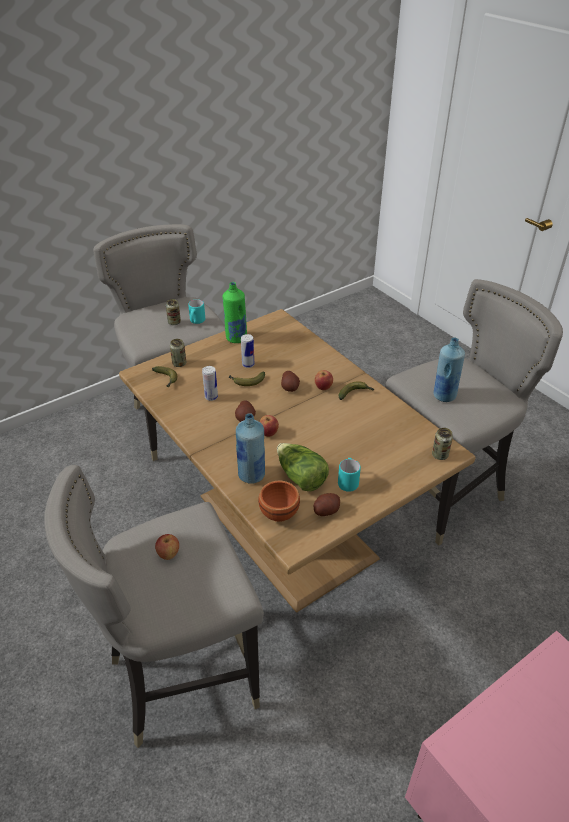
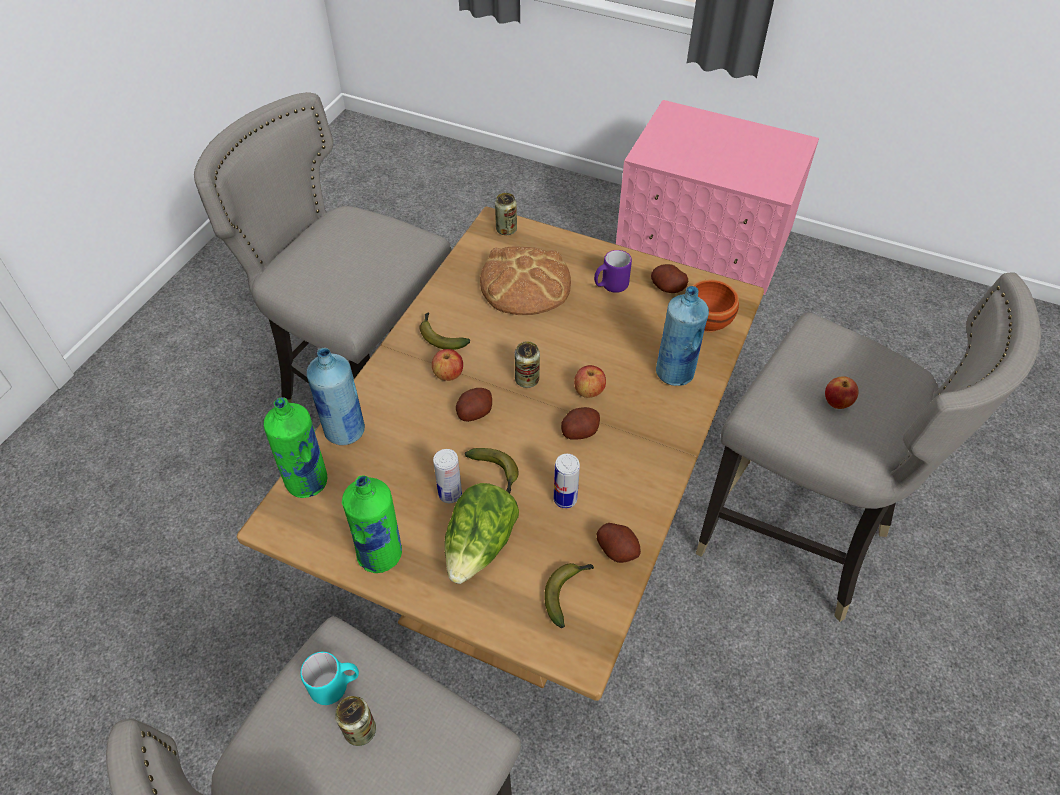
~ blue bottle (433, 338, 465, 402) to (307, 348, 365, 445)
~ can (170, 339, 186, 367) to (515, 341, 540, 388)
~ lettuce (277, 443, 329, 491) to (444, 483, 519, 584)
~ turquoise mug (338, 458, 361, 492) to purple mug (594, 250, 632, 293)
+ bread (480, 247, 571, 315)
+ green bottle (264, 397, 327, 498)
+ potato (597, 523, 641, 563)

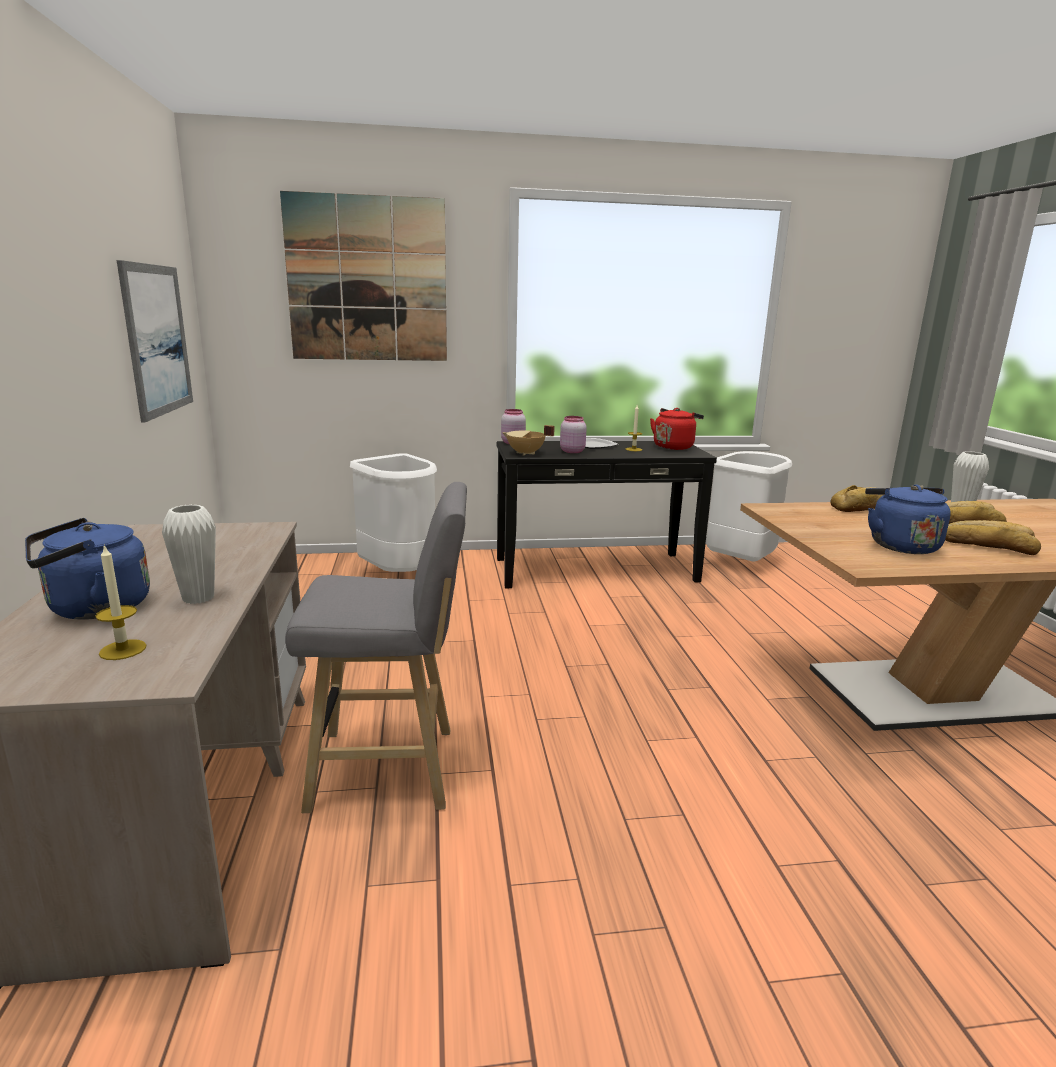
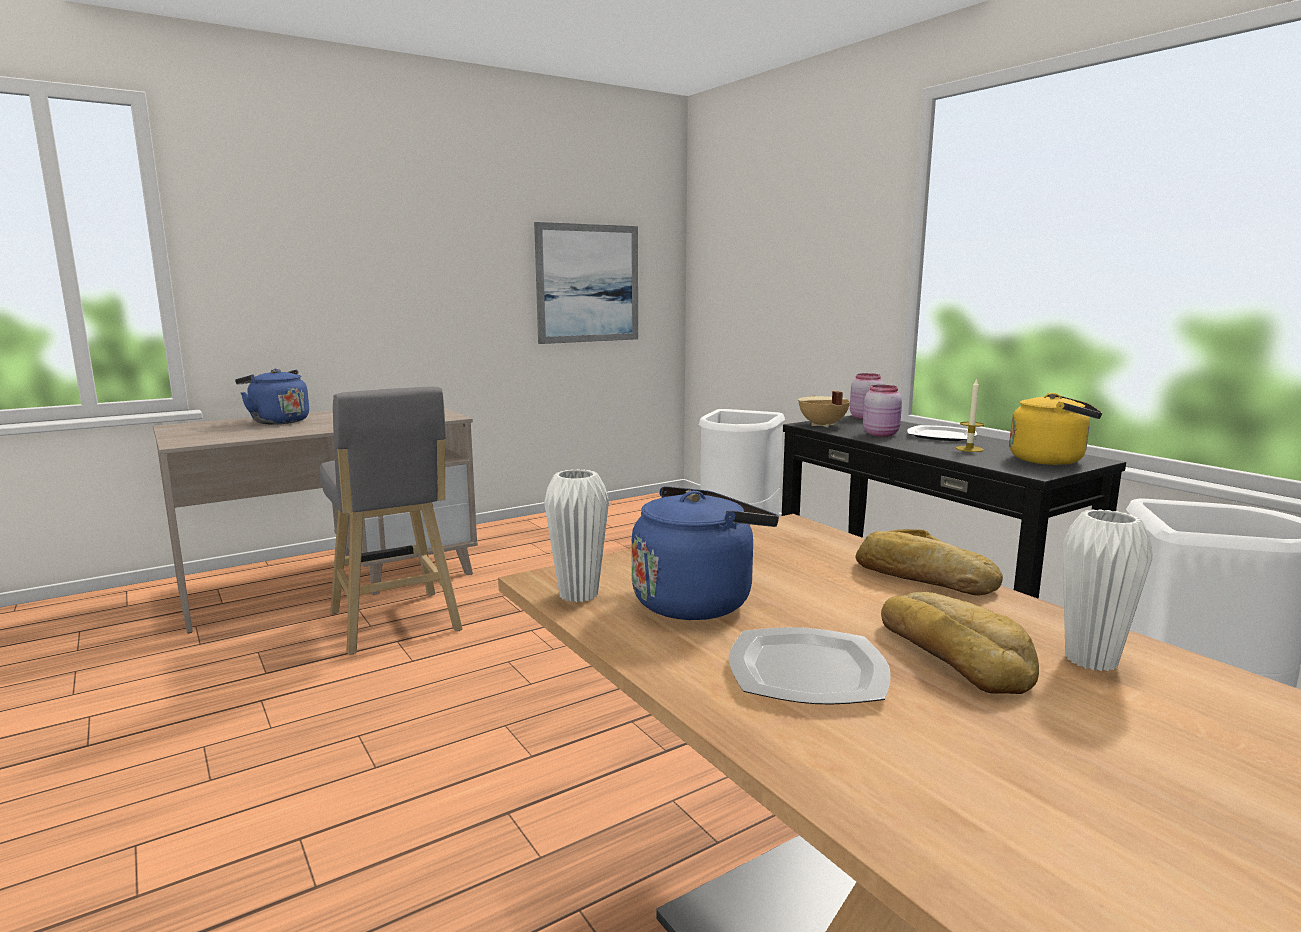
- picture (280, 191, 447, 361)
~ red kettle (650, 408, 704, 450) to yellow kettle (1009, 393, 1102, 465)
~ white vase (162, 505, 216, 604) to (544, 469, 609, 602)
~ bread (945, 520, 1041, 555) to plate (728, 627, 891, 705)
- candle (95, 544, 147, 660)

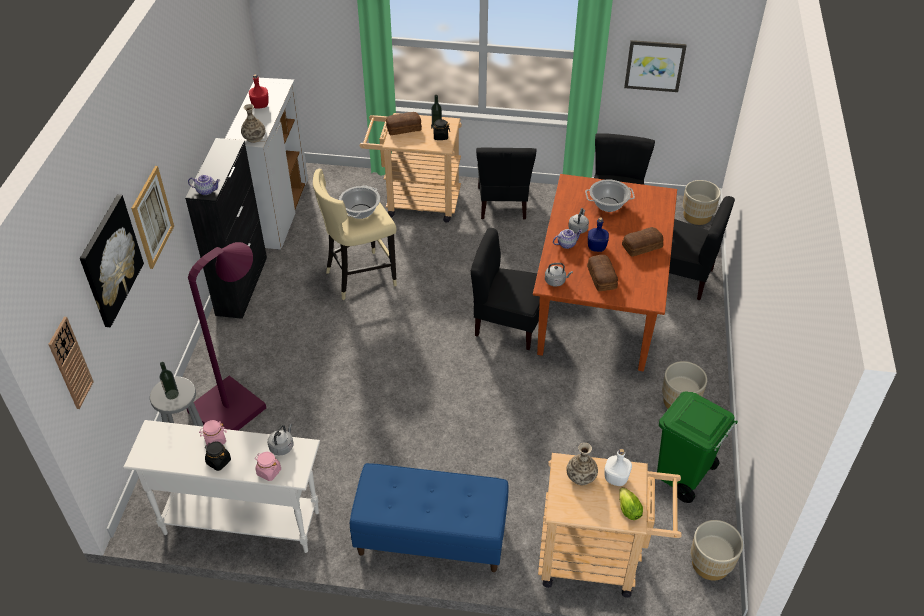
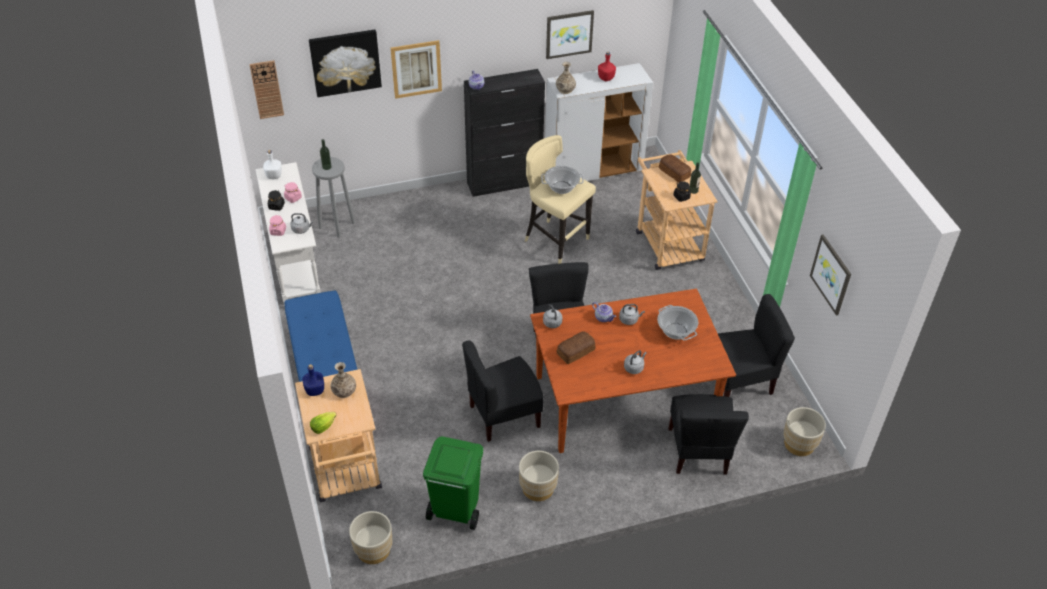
~ black chair (476, 148, 536, 220) to (462, 340, 544, 442)
~ blue bottle (588, 217, 609, 252) to (302, 364, 324, 396)
~ bread (622, 227, 663, 257) to grey kettle (624, 350, 647, 374)
- purple floor lamp (187, 242, 266, 431)
~ white bottle (604, 448, 632, 486) to (263, 150, 282, 179)
+ picture (546, 10, 594, 59)

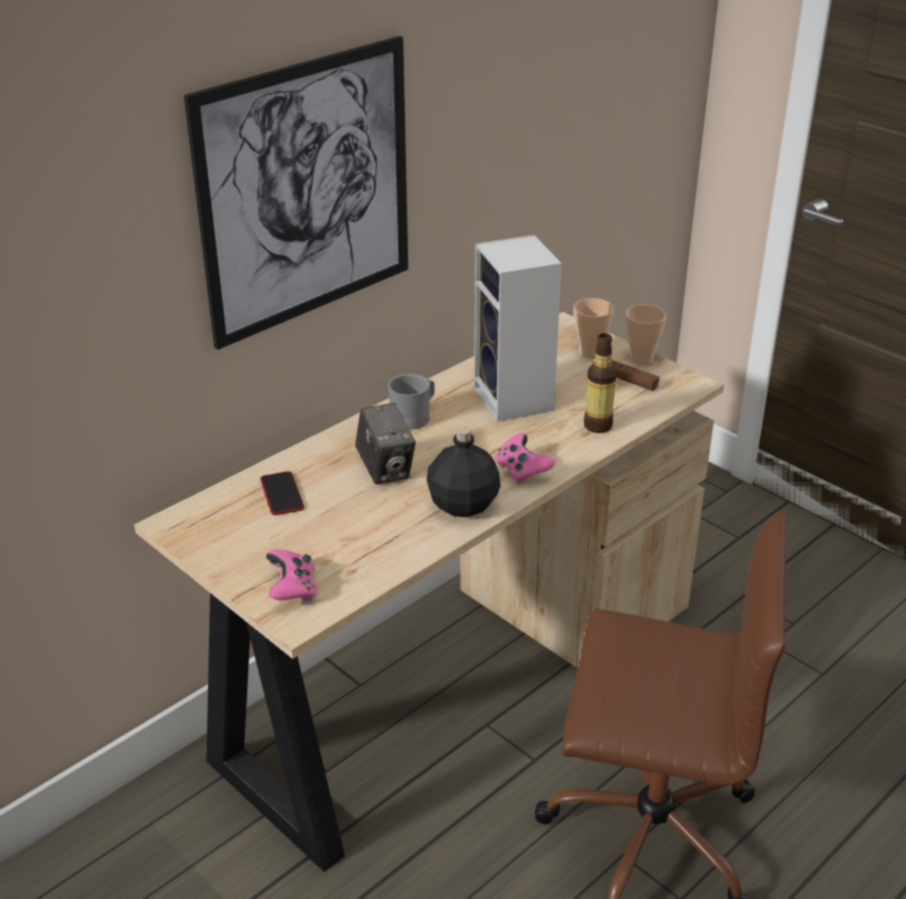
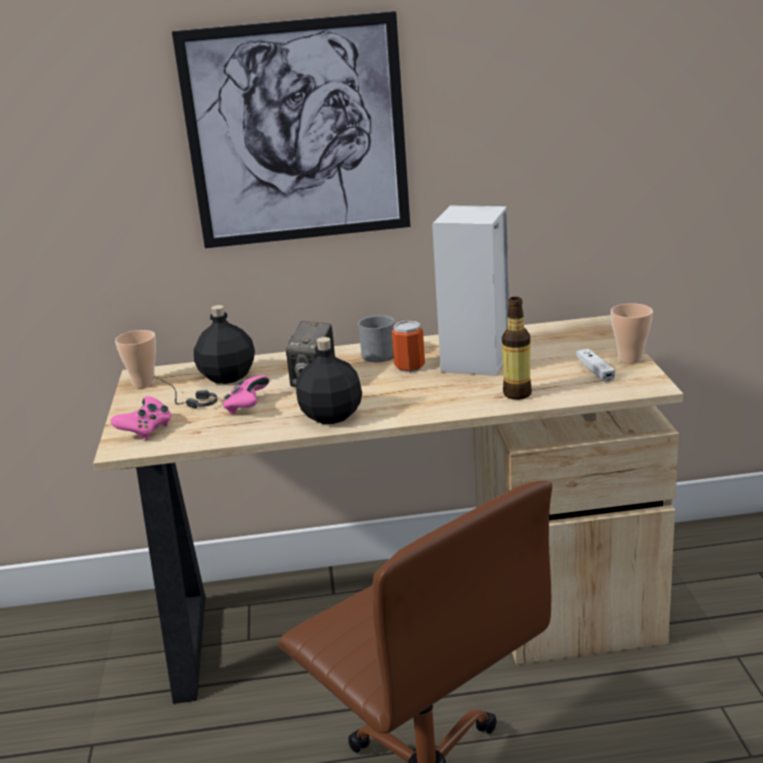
~ cup (573, 298, 614, 358) to (115, 330, 156, 388)
~ brown game controller (611, 360, 660, 390) to white game controller (576, 349, 615, 382)
~ pink game controller (495, 433, 555, 484) to (223, 375, 270, 414)
~ phone (260, 471, 304, 515) to black bottle (194, 305, 255, 384)
+ can (392, 320, 425, 373)
+ headphones (154, 376, 218, 409)

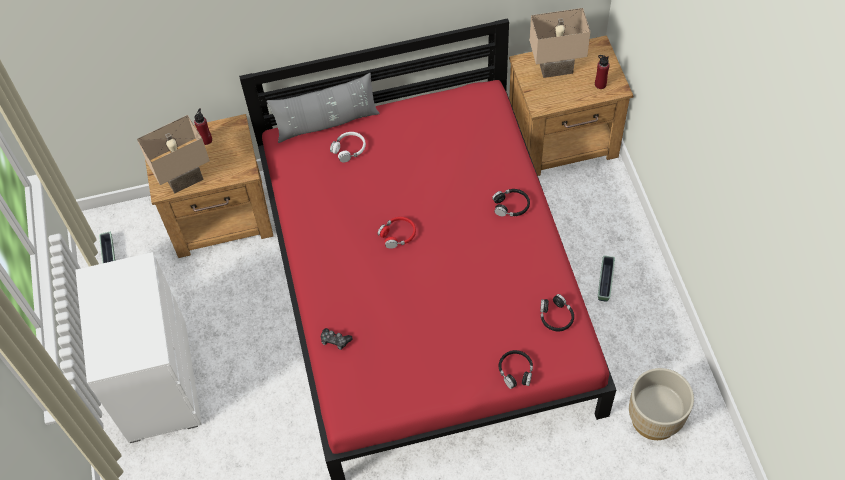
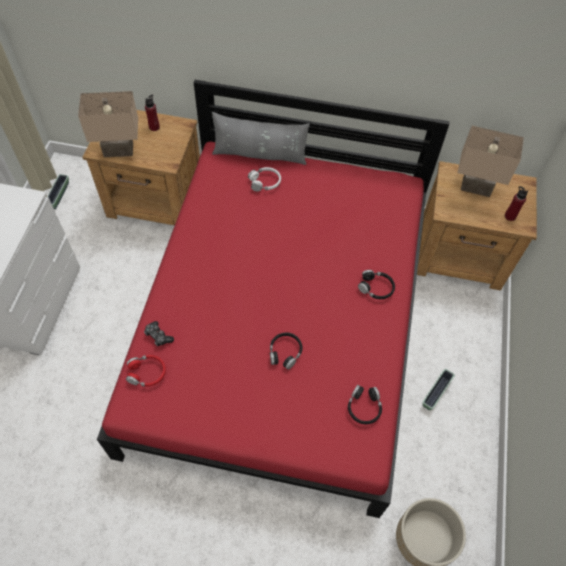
~ red headphones (378, 217, 416, 249) to (126, 355, 166, 387)
~ black headphones (499, 350, 533, 389) to (270, 332, 303, 370)

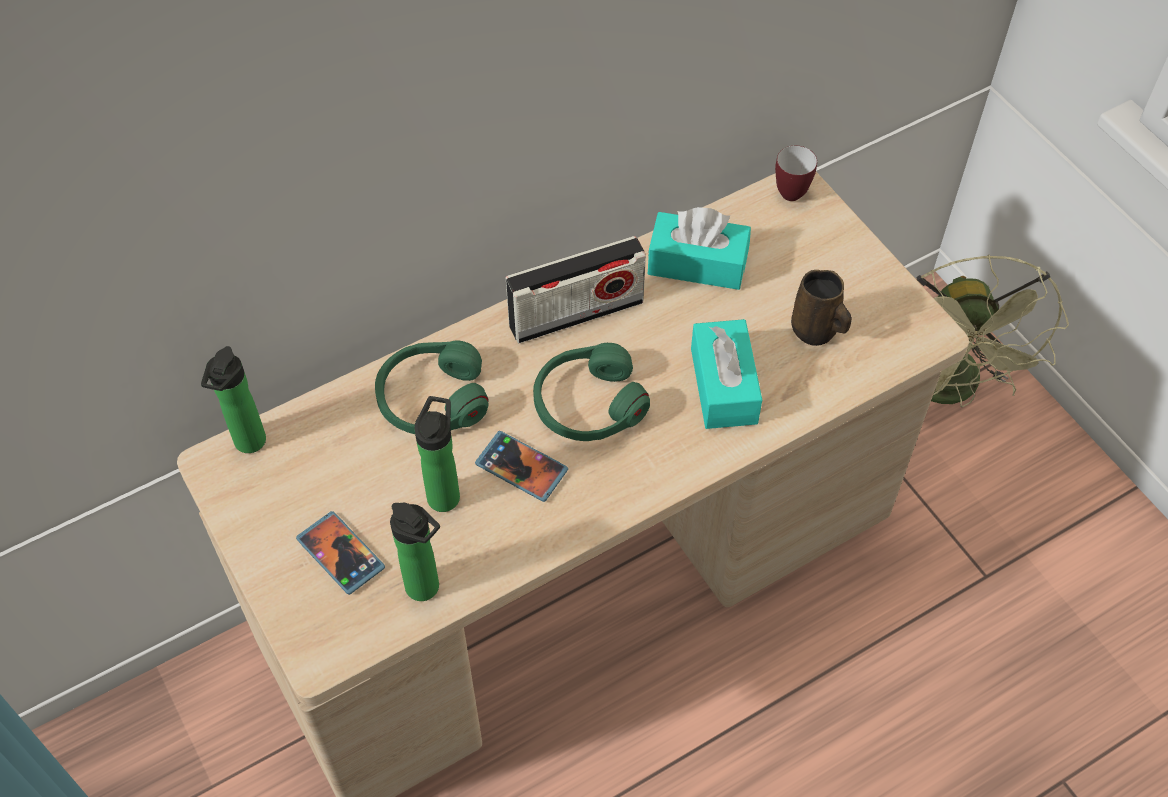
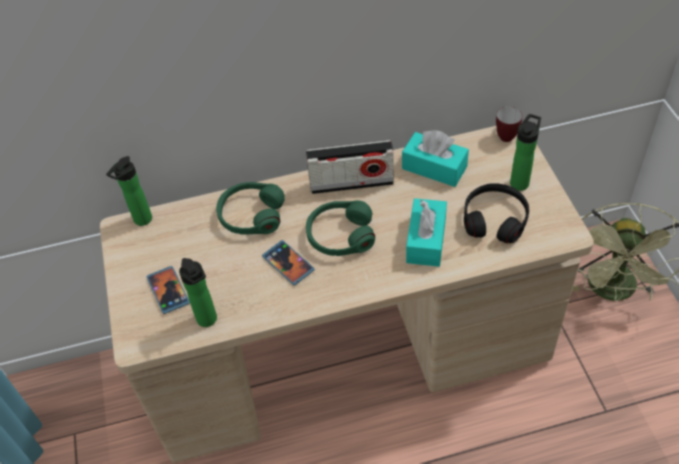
~ brown mug (791, 270, 852, 346) to black headphones (464, 183, 529, 243)
~ bottle (414, 396, 460, 512) to (510, 114, 541, 191)

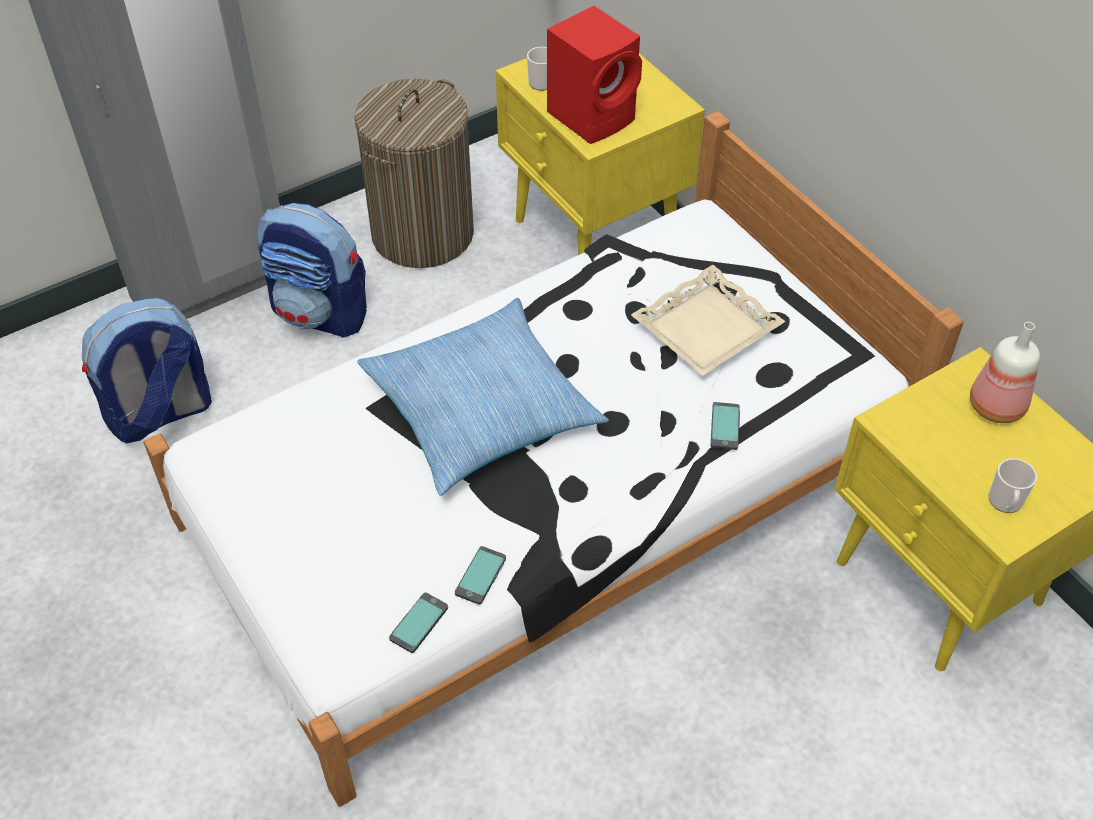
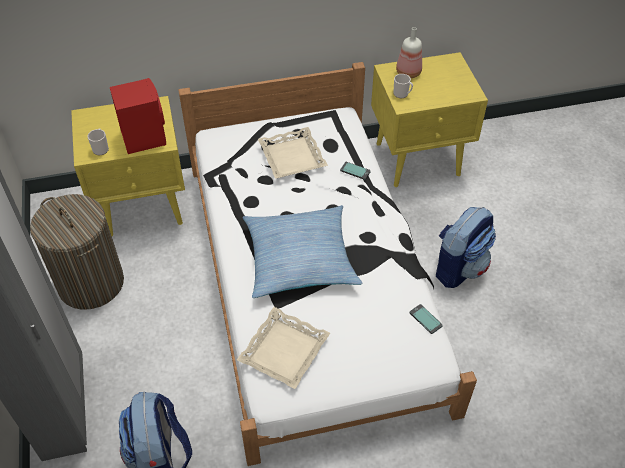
~ backpack (257, 203, 367, 338) to (436, 207, 496, 288)
~ mug (988, 458, 1037, 513) to (393, 74, 413, 98)
- phone (455, 546, 506, 605)
+ beige tray (237, 307, 330, 389)

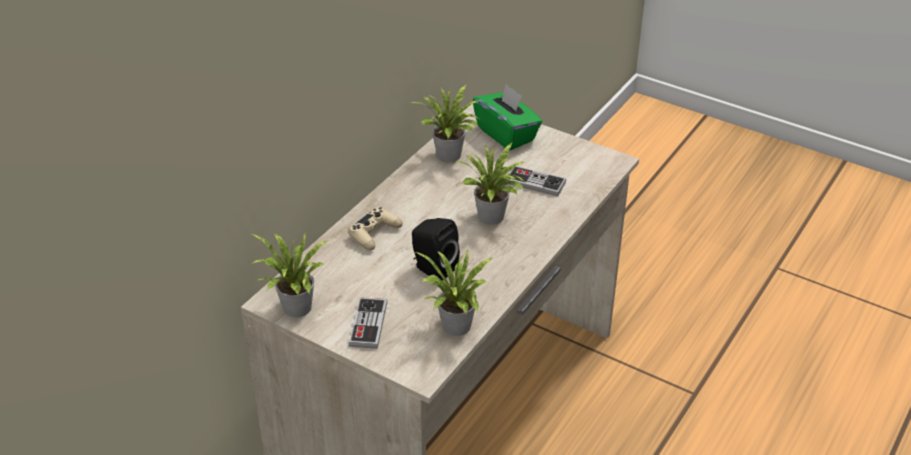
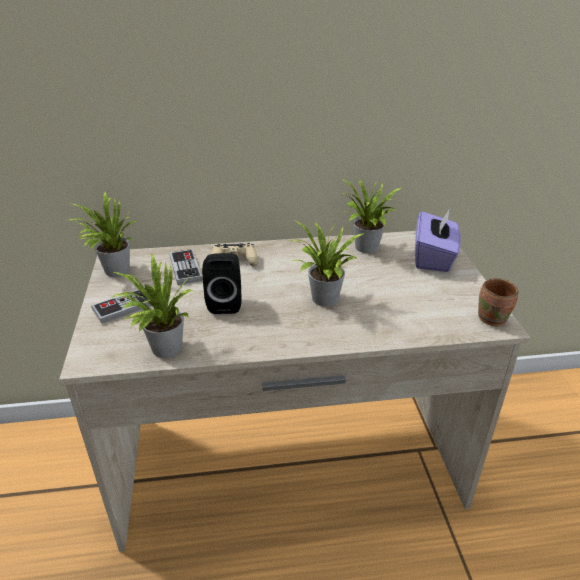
~ green tissue box (473, 84, 542, 150) to purple tissue box (415, 208, 461, 272)
~ game controller (507, 166, 566, 197) to (169, 249, 202, 285)
+ brown mug (478, 278, 518, 326)

